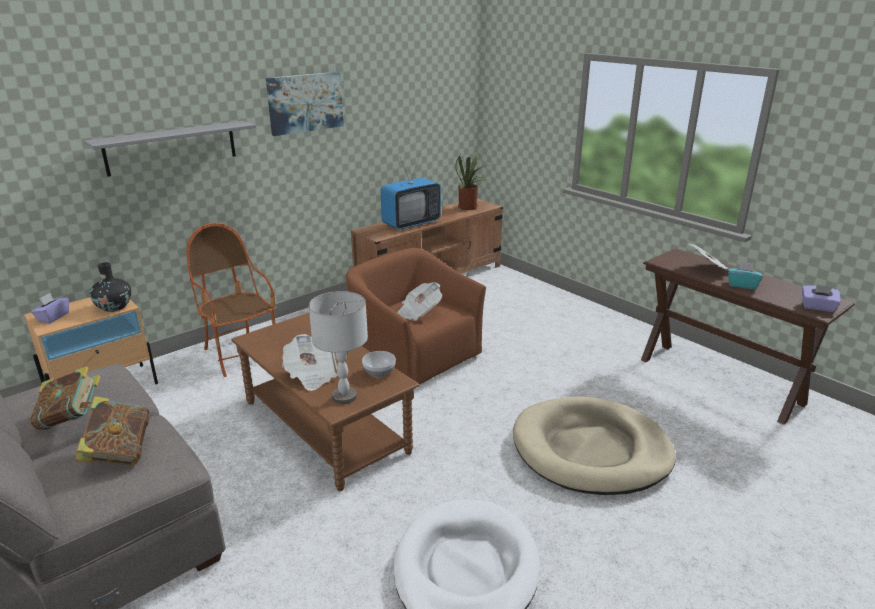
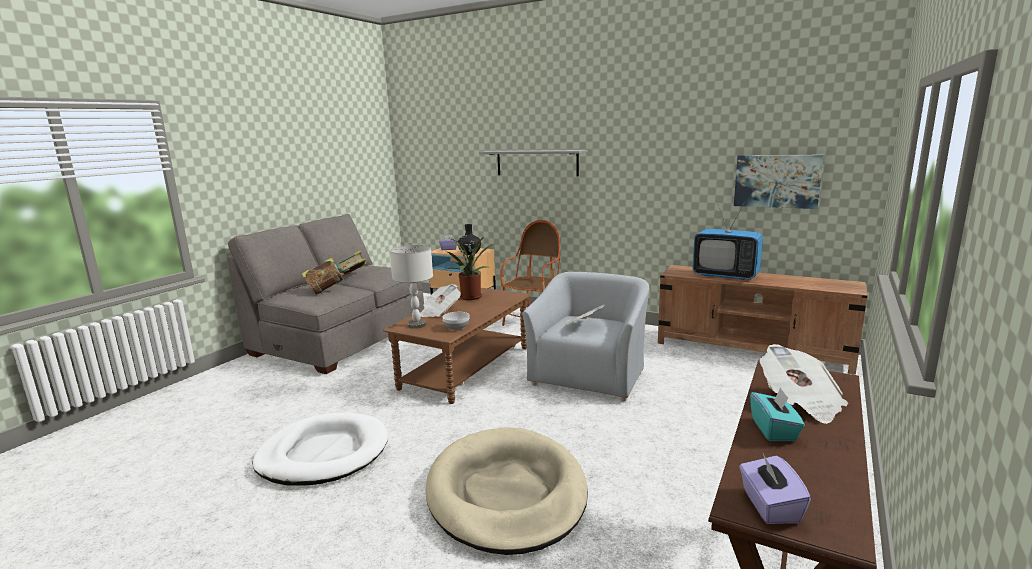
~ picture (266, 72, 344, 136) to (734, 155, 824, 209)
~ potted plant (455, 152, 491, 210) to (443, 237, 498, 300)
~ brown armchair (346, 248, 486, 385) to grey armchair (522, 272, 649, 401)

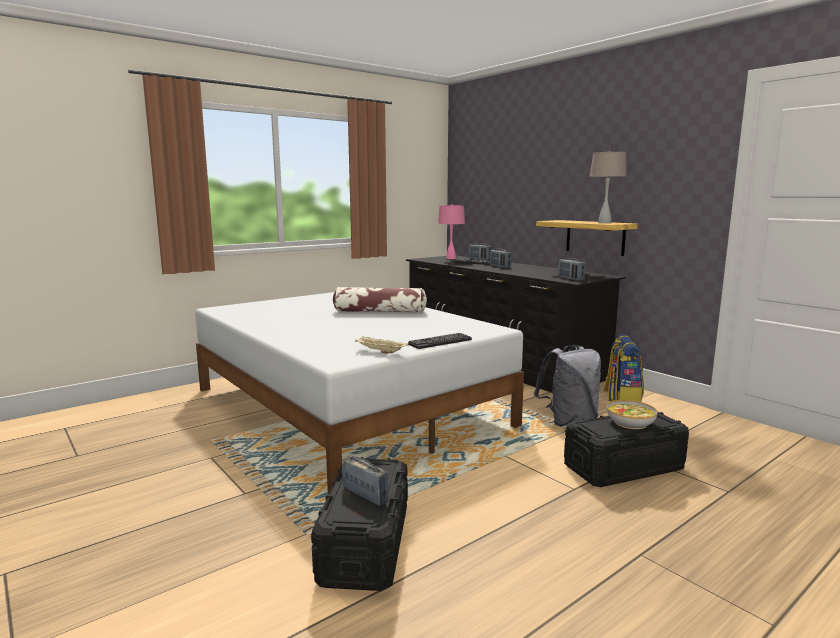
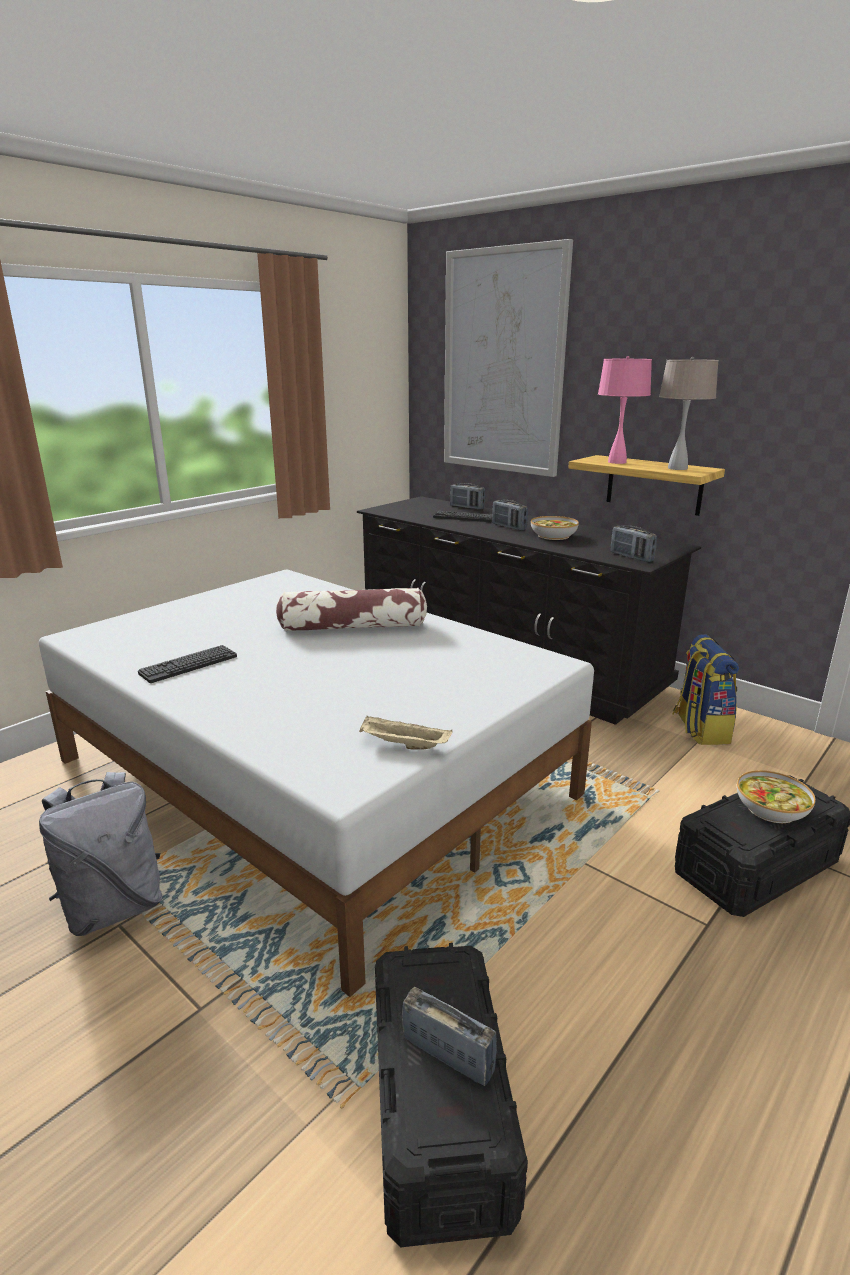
~ pink table lamp (438, 204, 465, 259) to (598, 356, 652, 464)
~ keyboard (408, 333, 472, 349) to (138, 645, 237, 683)
~ grey backpack (534, 345, 601, 426) to (39, 772, 162, 936)
+ picture (444, 239, 573, 477)
+ bowl (531, 516, 579, 540)

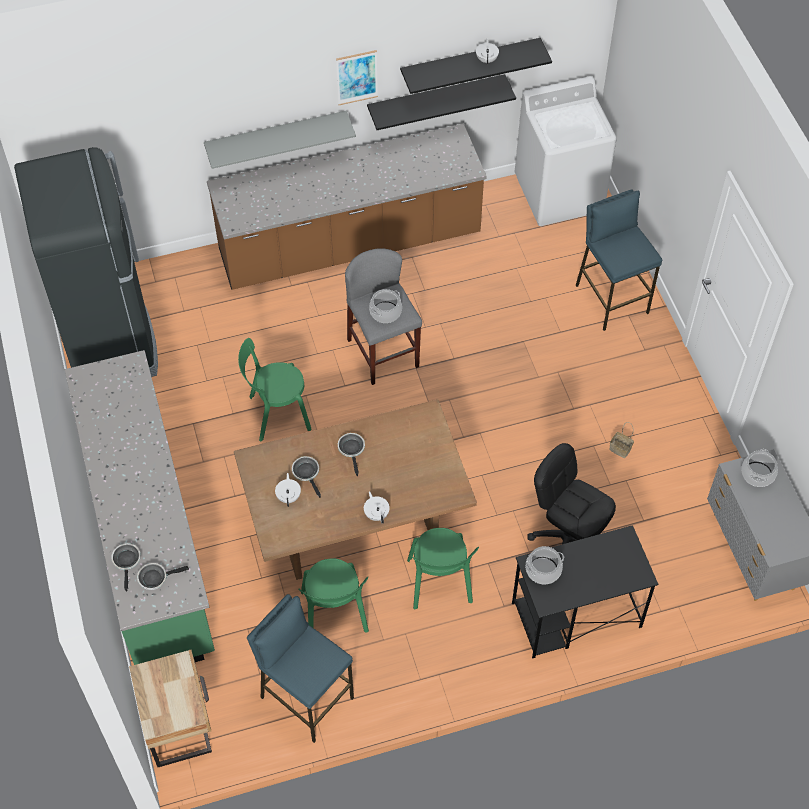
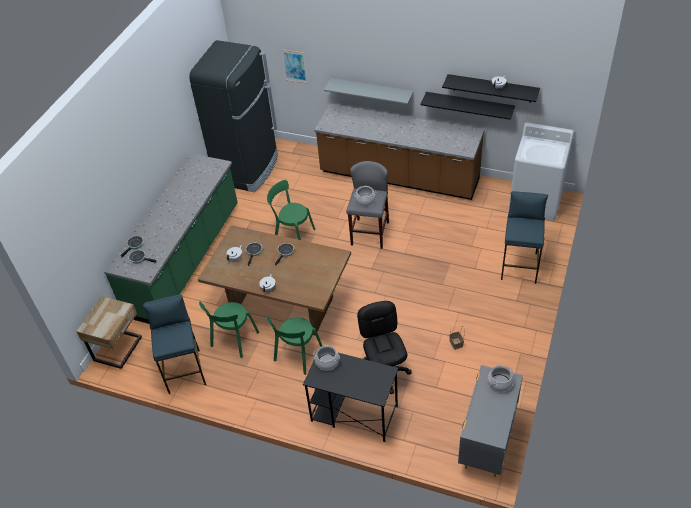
~ picture (336, 50, 378, 105) to (282, 49, 307, 84)

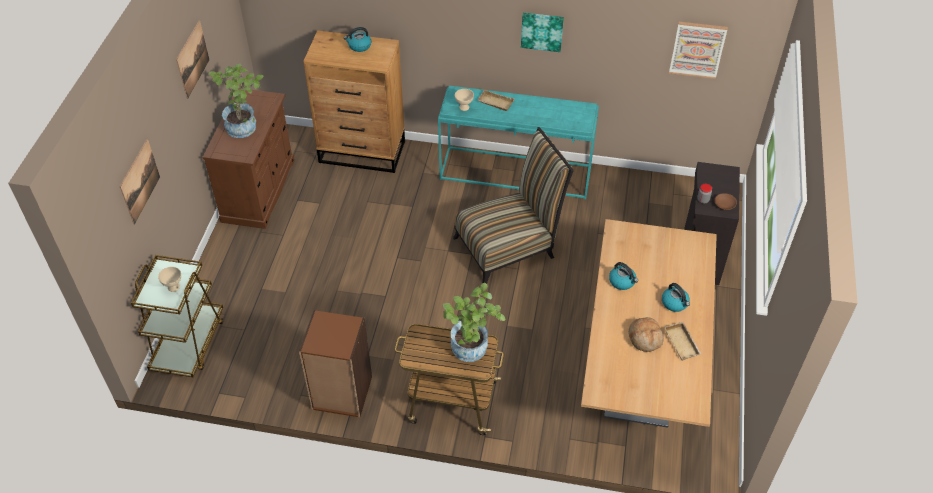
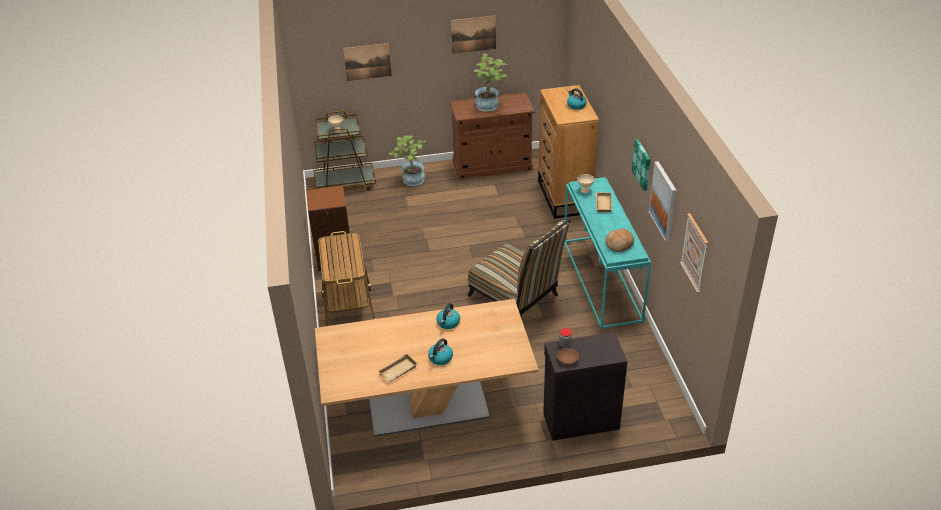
~ potted plant (443, 283, 505, 362) to (389, 135, 426, 186)
~ bread (629, 317, 664, 352) to (606, 229, 634, 252)
+ picture (649, 161, 677, 242)

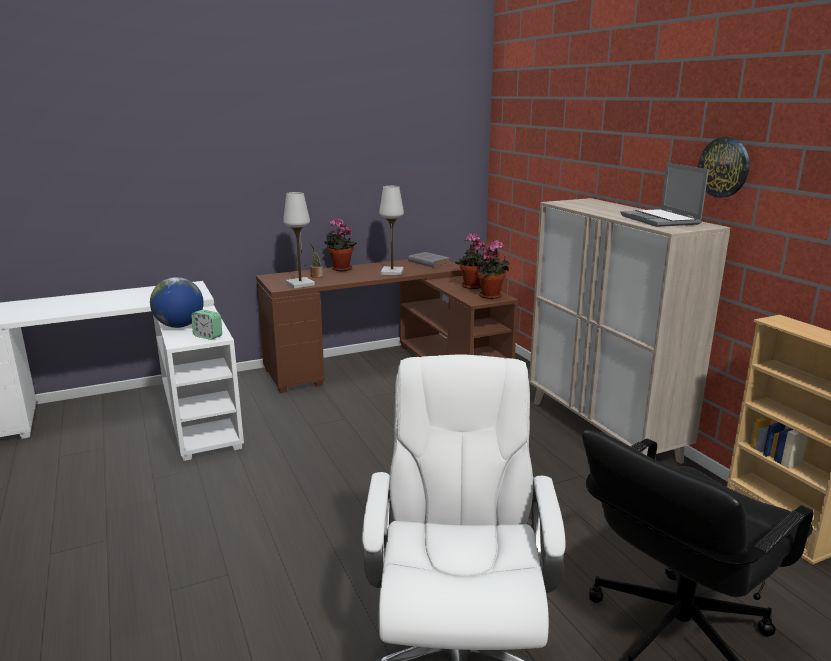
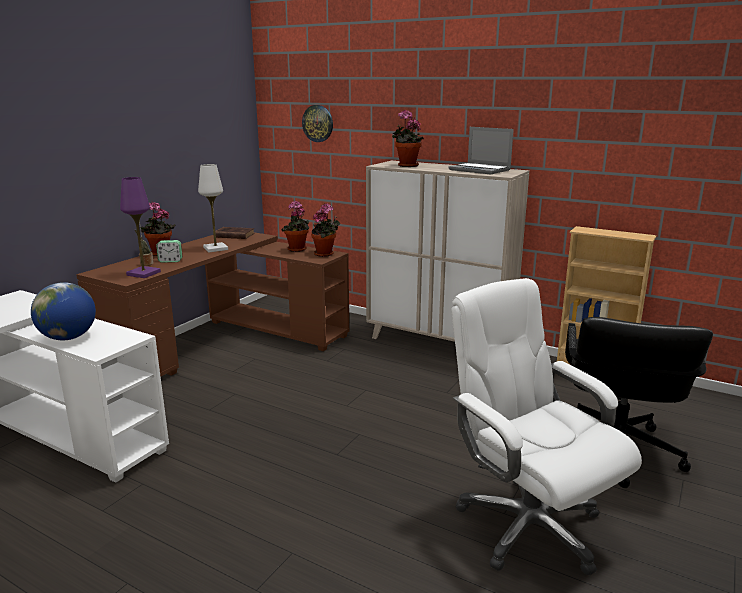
~ wall clock (698, 137, 750, 198) to (302, 105, 333, 142)
~ white table lamp (283, 192, 315, 289) to purple table lamp (120, 177, 161, 278)
~ grey book (408, 252, 450, 267) to brown book (213, 227, 255, 239)
~ alarm clock (191, 310, 222, 340) to (156, 240, 182, 263)
+ potted plant (392, 110, 424, 167)

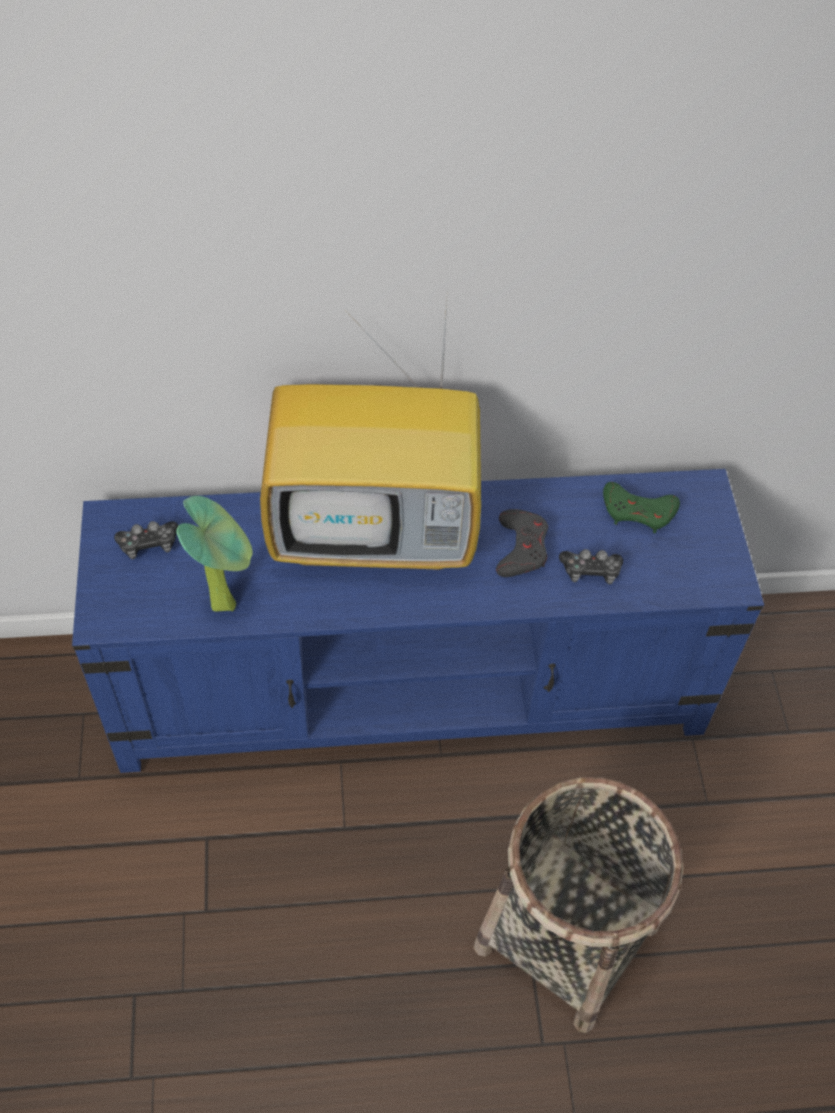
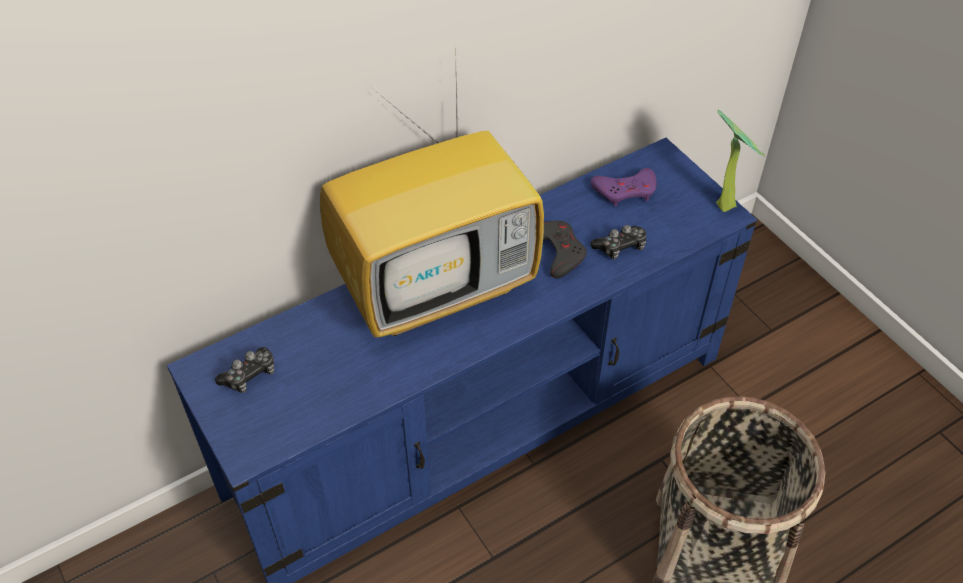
~ green game controller (603, 482, 680, 533) to purple game controller (591, 168, 657, 207)
~ potted plant (177, 496, 253, 612) to (716, 110, 765, 212)

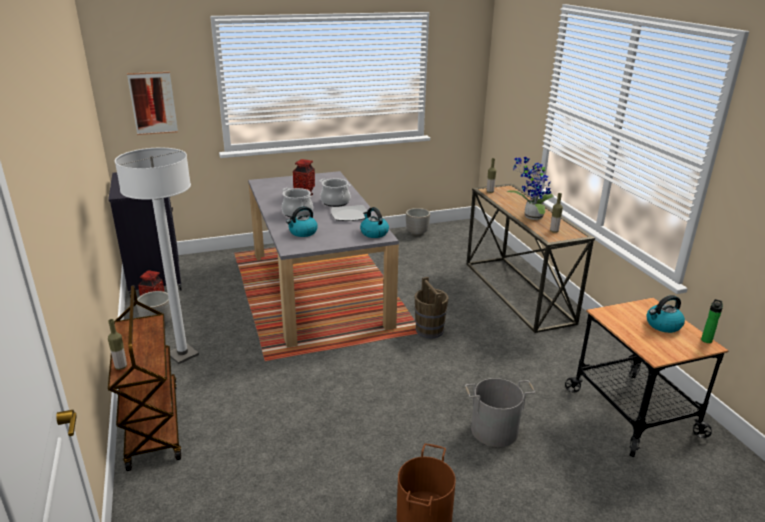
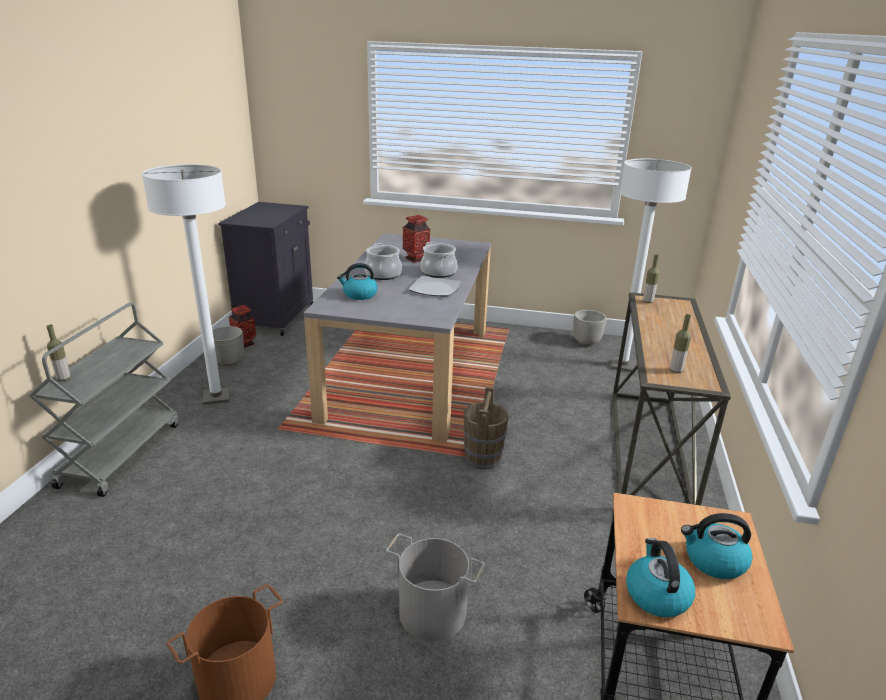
- picture (127, 72, 178, 135)
- potted plant (507, 157, 554, 220)
~ kettle (360, 207, 389, 238) to (626, 538, 695, 617)
~ brown cart (108, 285, 182, 471) to grey cart (29, 303, 179, 497)
- bottle (701, 299, 723, 343)
+ white floor lamp (611, 159, 692, 372)

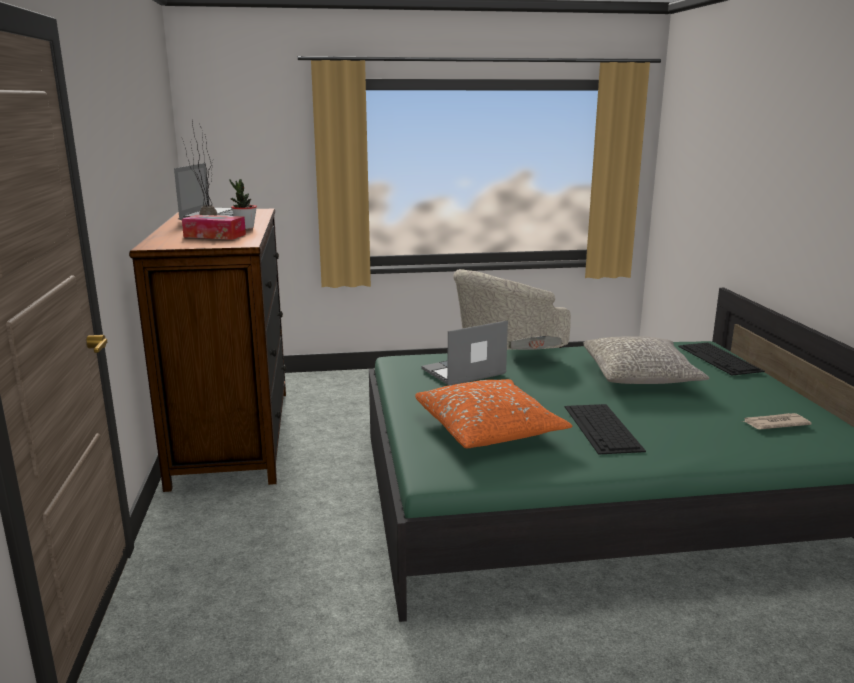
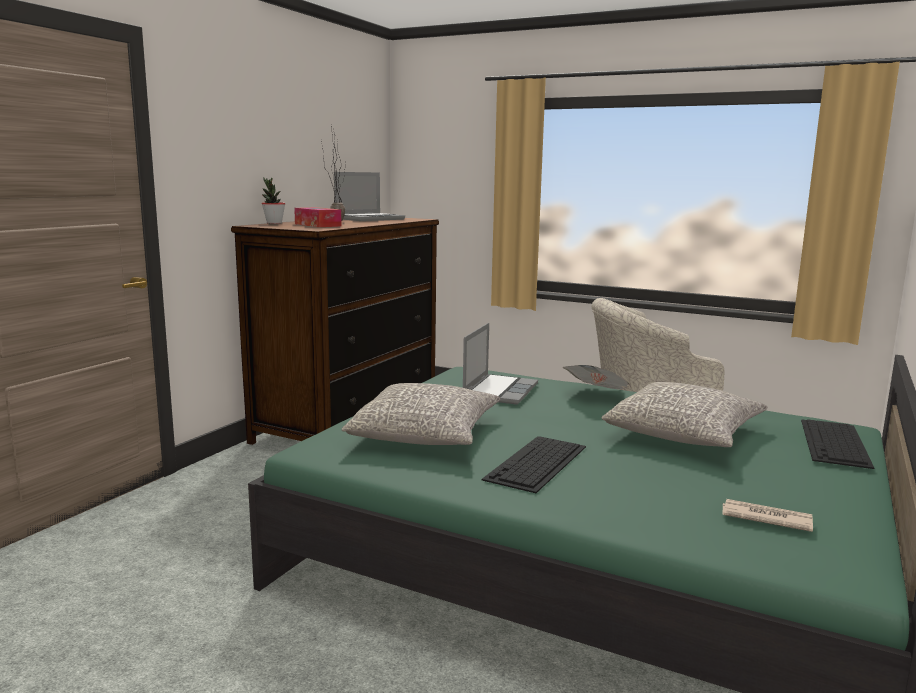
~ potted plant (230, 179, 257, 229) to (262, 177, 285, 224)
~ laptop (422, 321, 508, 385) = (463, 323, 538, 405) 105 degrees clockwise
~ orange pillow (415, 379, 572, 448) to grey pillow (342, 383, 500, 445)

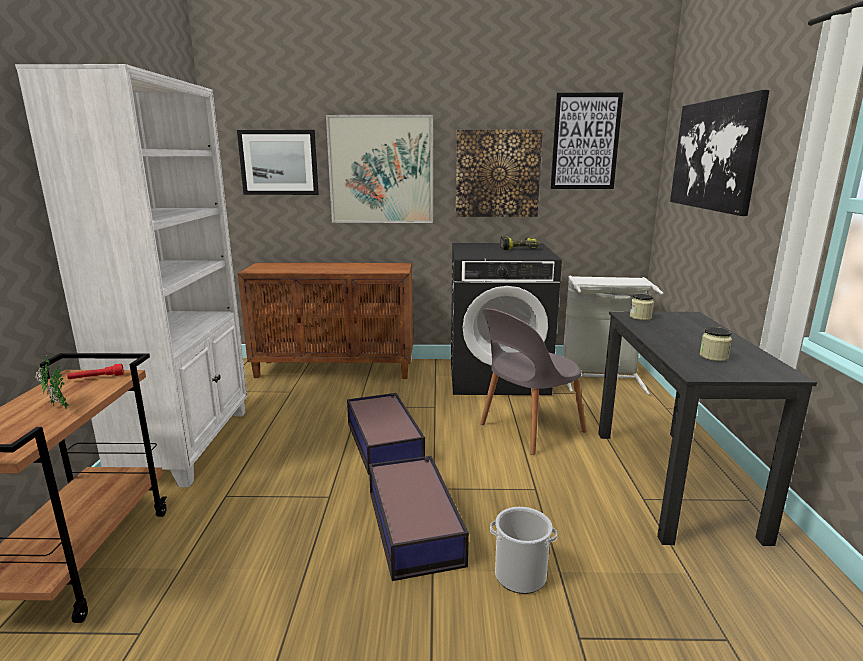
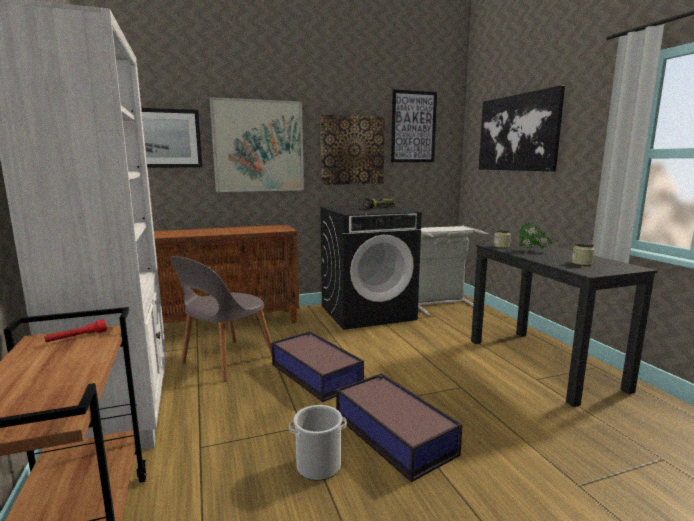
~ grey chair (480, 308, 587, 455) to (170, 256, 272, 382)
~ potted plant (35, 357, 70, 409) to (518, 222, 553, 251)
~ bucket (490, 507, 557, 594) to (289, 405, 347, 481)

